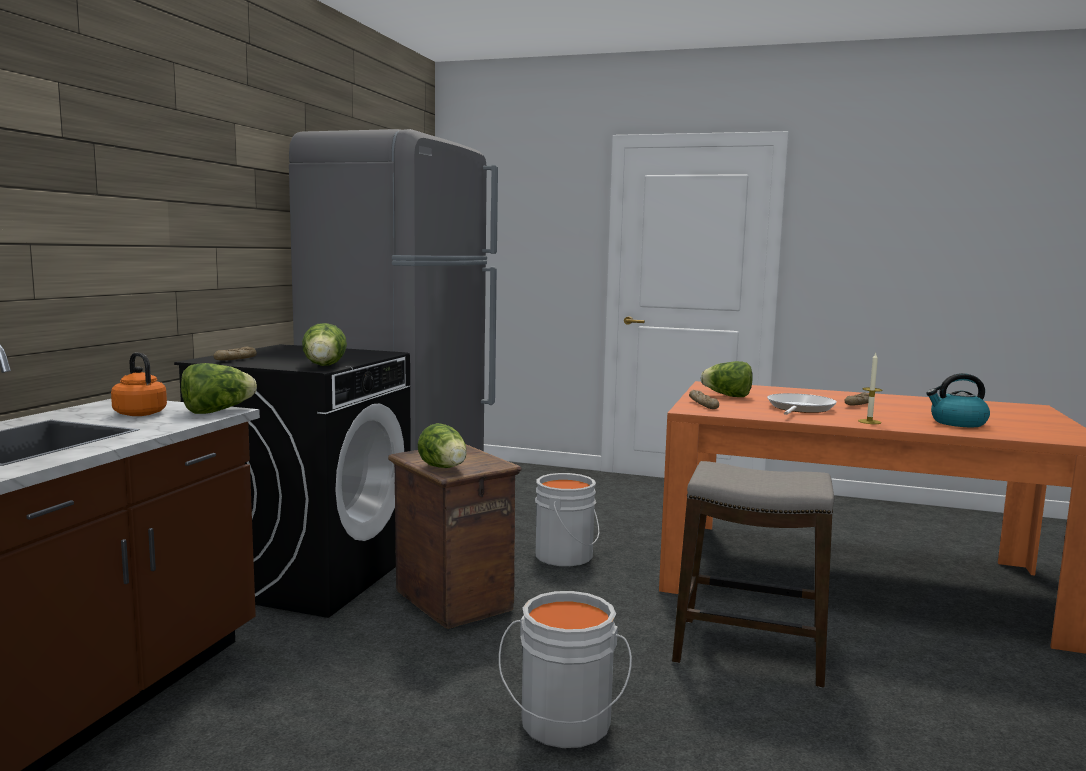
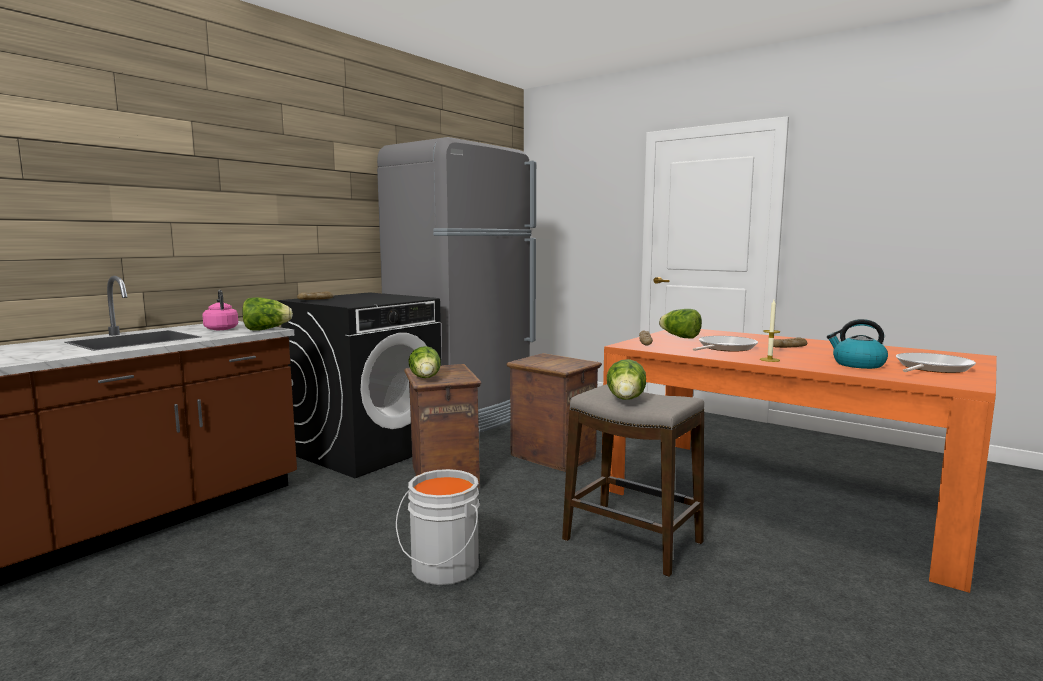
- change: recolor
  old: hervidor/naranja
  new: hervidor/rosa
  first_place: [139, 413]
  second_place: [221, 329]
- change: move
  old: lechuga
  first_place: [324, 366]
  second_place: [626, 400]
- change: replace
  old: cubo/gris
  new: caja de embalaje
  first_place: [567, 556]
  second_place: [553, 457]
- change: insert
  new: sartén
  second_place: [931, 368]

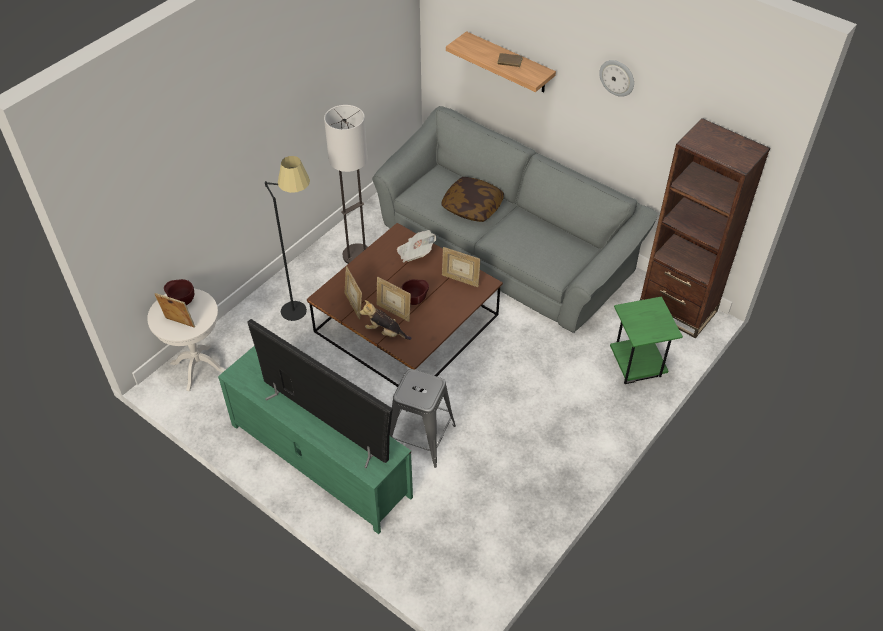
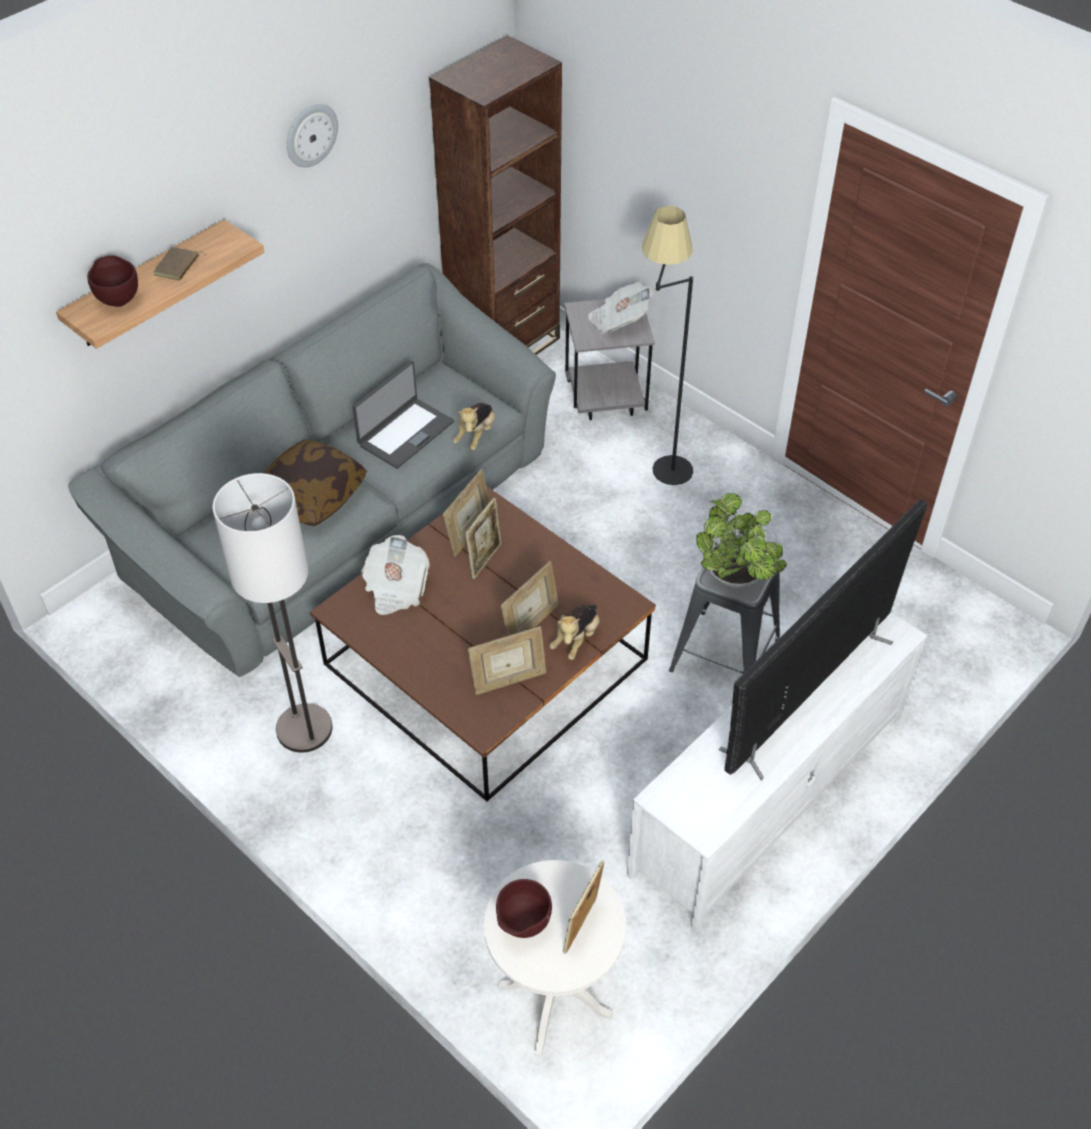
- change: recolor
  old: mueble de televisión/verde
  new: mueble de televisión/blanco
  first_place: [319, 459]
  second_place: [768, 794]
- change: move
  old: lámpara de pie/negro
  first_place: [303, 304]
  second_place: [659, 460]
- change: move
  old: cuenco/marrón
  first_place: [415, 300]
  second_place: [118, 300]
- change: recolor
  old: mesa auxiliar/verde
  new: mesa auxiliar/gris
  first_place: [637, 367]
  second_place: [605, 401]
- change: insert
  new: portátil
  second_place: [405, 433]
- change: insert
  new: peluche
  second_place: [476, 435]
- change: insert
  new: portarretratos
  second_place: [485, 559]
- change: insert
  new: periódico
  second_place: [618, 320]
- change: insert
  new: planta en maceta
  second_place: [736, 580]

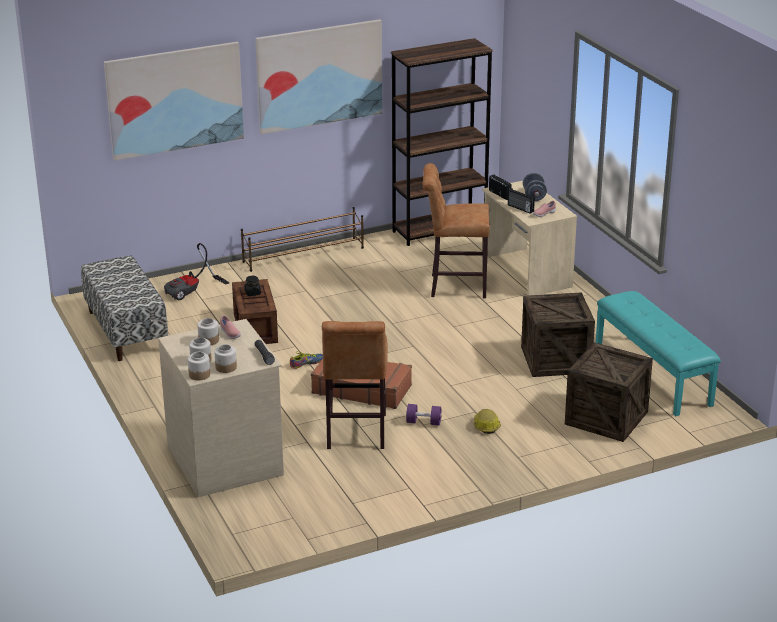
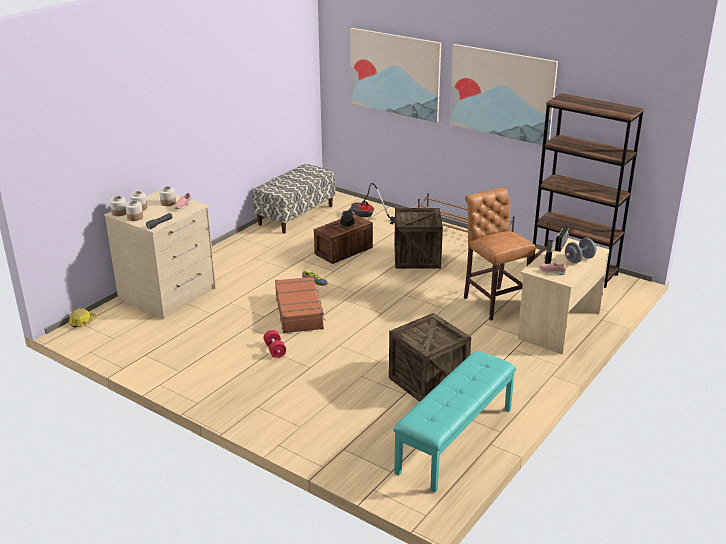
- change: delete
  old: taburete/marrón
  first_place: [356, 434]
- change: recolor
  old: mancuerna/morado
  new: mancuerna/rojo
  first_place: [423, 422]
  second_place: [275, 350]
- change: move
  old: casco
  first_place: [486, 426]
  second_place: [82, 322]
- change: move
  old: caja de embalaje
  first_place: [606, 418]
  second_place: [417, 257]

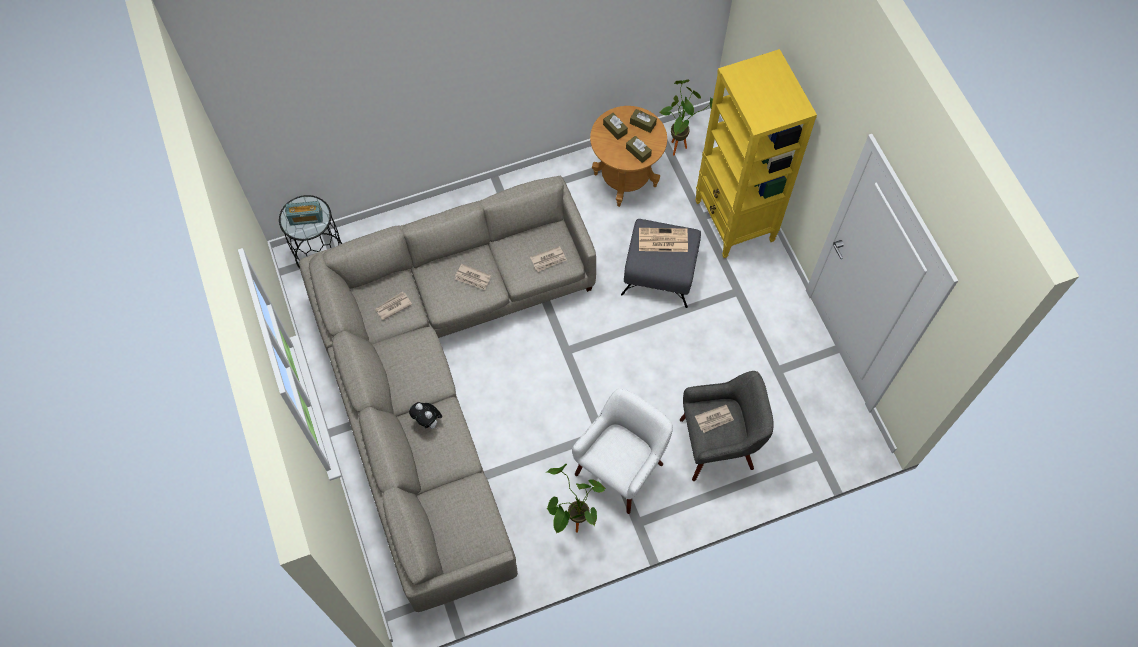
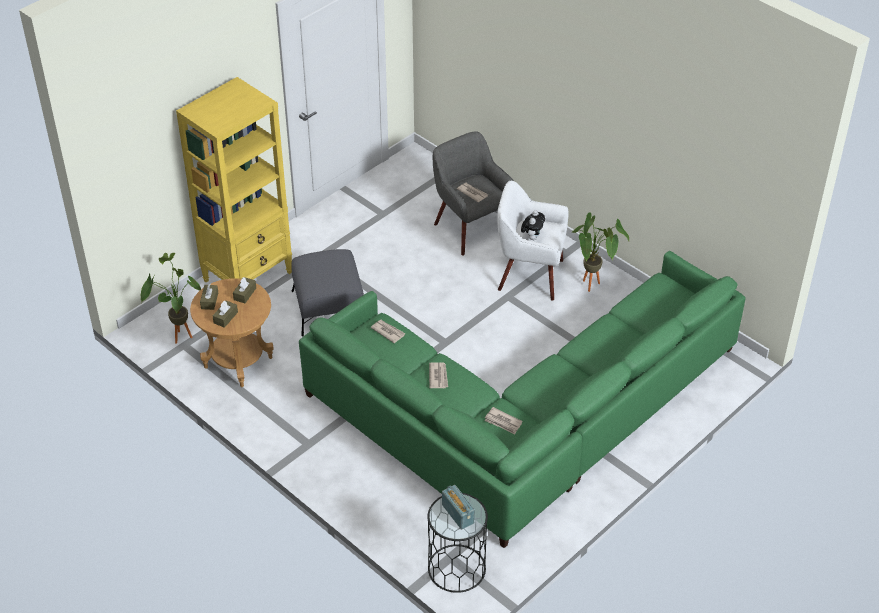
- change: recolor
  old: sofá/gris
  new: sofá/verde
  first_place: [442, 377]
  second_place: [526, 415]
- change: move
  old: peluche
  first_place: [428, 422]
  second_place: [532, 237]
- change: delete
  old: periódico
  first_place: [662, 240]

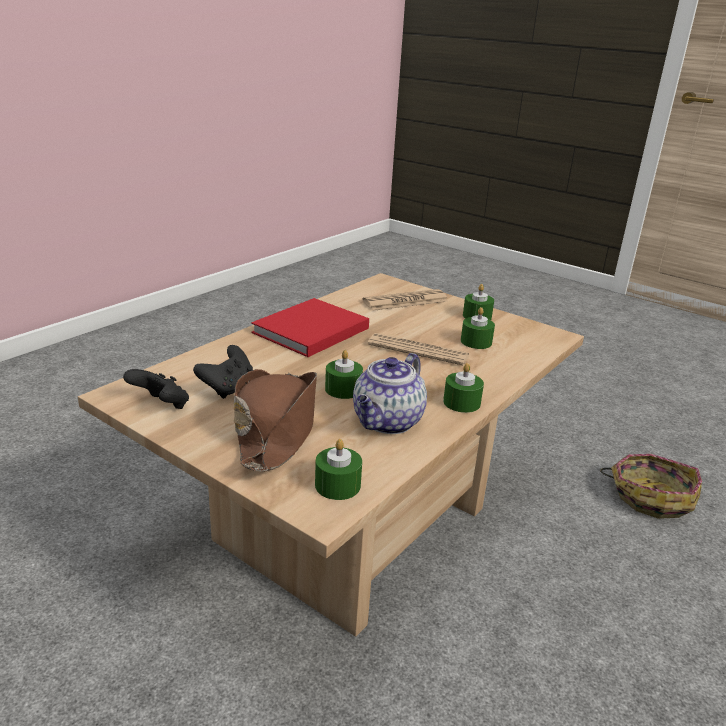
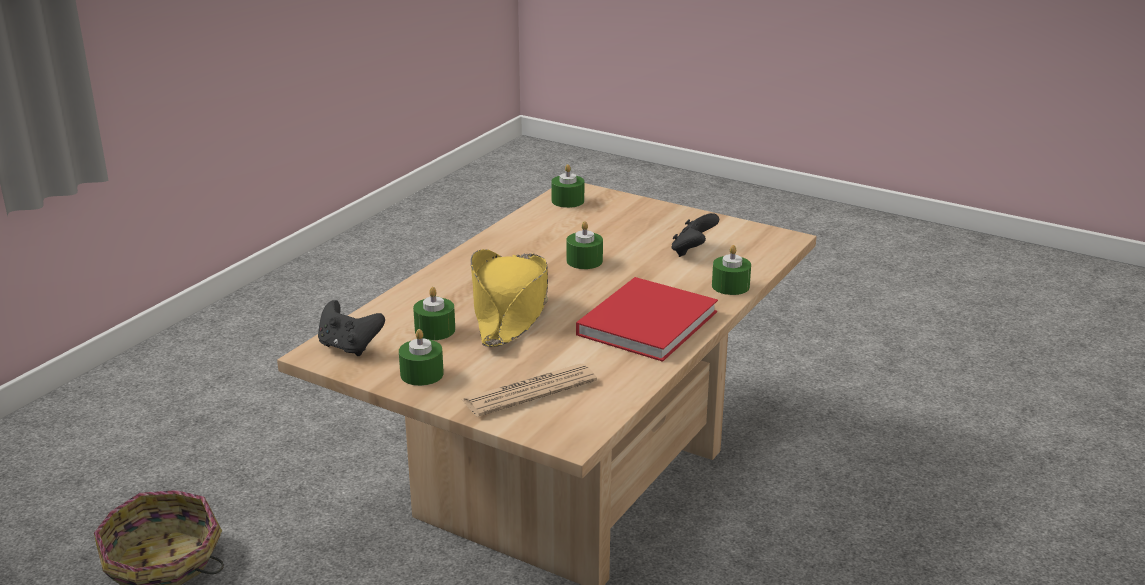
- change: move
  old: mando de consola/negro
  first_place: [161, 406]
  second_place: [349, 347]
- change: delete
  old: sombrero/marrón
  first_place: [276, 429]
- change: delete
  old: tetera
  first_place: [387, 422]
- change: replace
  old: periódico
  new: sombrero/amarillo
  first_place: [418, 350]
  second_place: [510, 310]
- change: move
  old: vela/verde
  first_place: [461, 402]
  second_place: [730, 286]

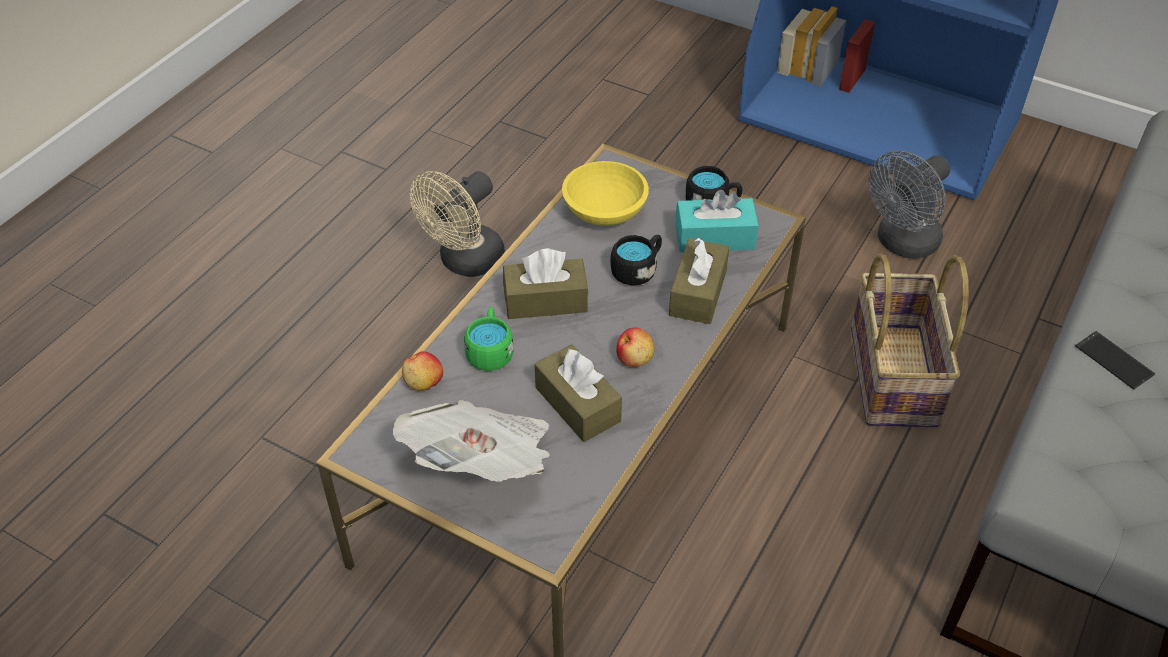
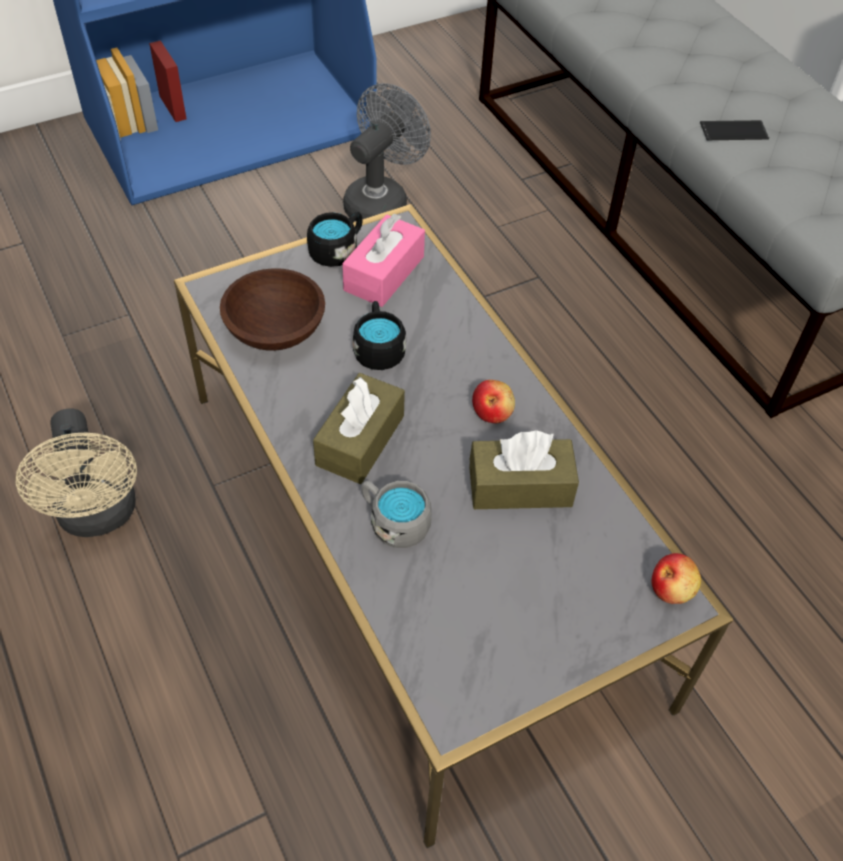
- change: delete
  old: periódico
  first_place: [483, 463]
- change: move
  old: manzana
  first_place: [423, 382]
  second_place: [671, 588]
- change: recolor
  old: taza grande/verde
  new: taza grande/gris
  first_place: [490, 351]
  second_place: [393, 522]
- change: recolor
  old: cuenco/amarillo
  new: cuenco/marrón
  first_place: [605, 211]
  second_place: [275, 328]
- change: delete
  old: caja de pañuelos/marrón
  first_place: [698, 293]
- change: recolor
  old: caja de pañuelos/turquesa
  new: caja de pañuelos/rosa
  first_place: [714, 237]
  second_place: [384, 273]
- change: delete
  old: cesta
  first_place: [895, 376]
- change: rotate
  old: ventilador/gris
  first_place: [902, 244]
  second_place: [381, 200]
  degrees: -135

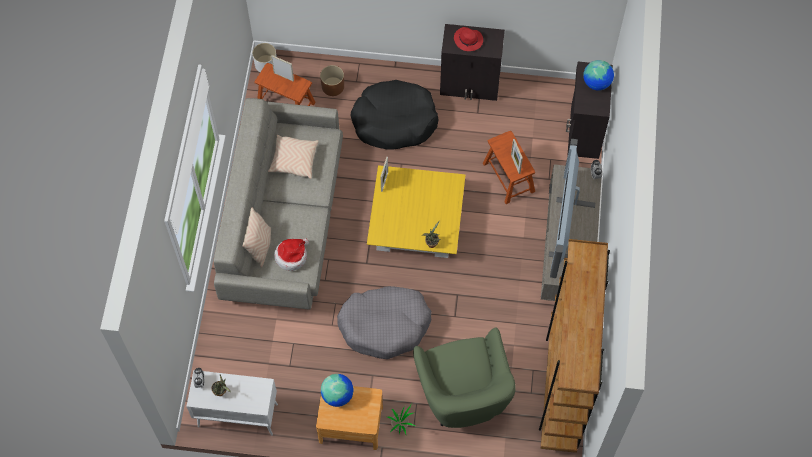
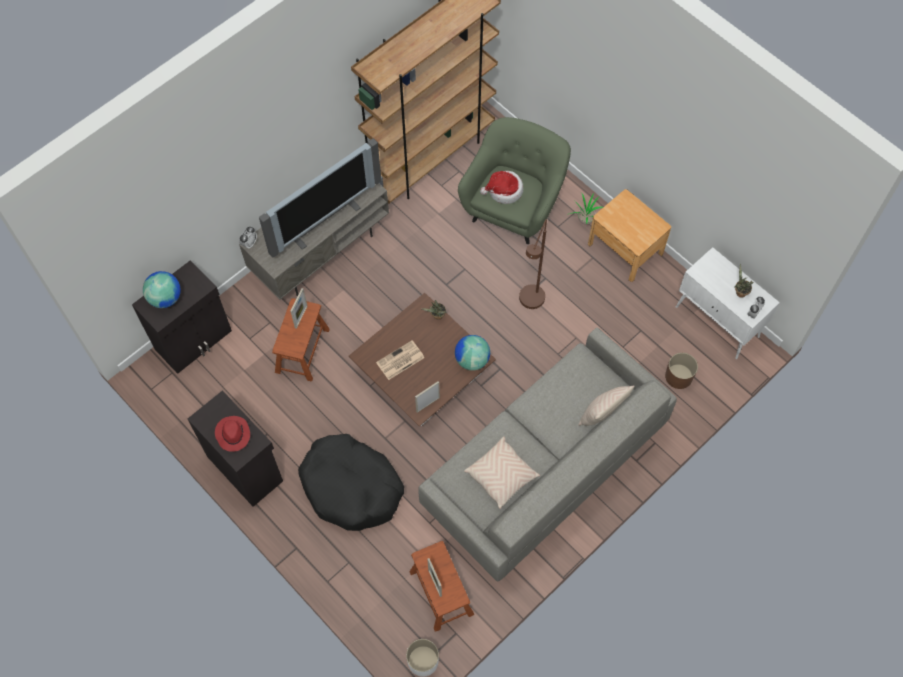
- change: move
  old: sombrero
  first_place: [292, 256]
  second_place: [504, 191]
- change: move
  old: maceta/marrón
  first_place: [332, 86]
  second_place: [679, 376]
- change: move
  old: globo terráqueo
  first_place: [338, 395]
  second_place: [472, 360]
- change: replace
  old: cama para perro/gris
  new: lámpara de pie/marrón
  first_place: [385, 325]
  second_place: [530, 304]
- change: recolor
  old: mesa de centro/amarillo
  new: mesa de centro/marrón
  first_place: [416, 221]
  second_place: [422, 373]
- change: insert
  new: periódico
  second_place: [400, 361]

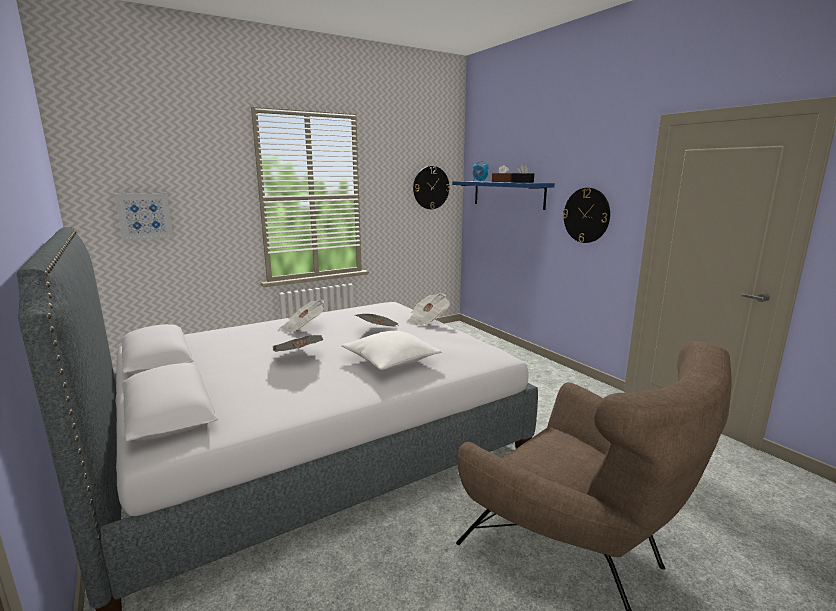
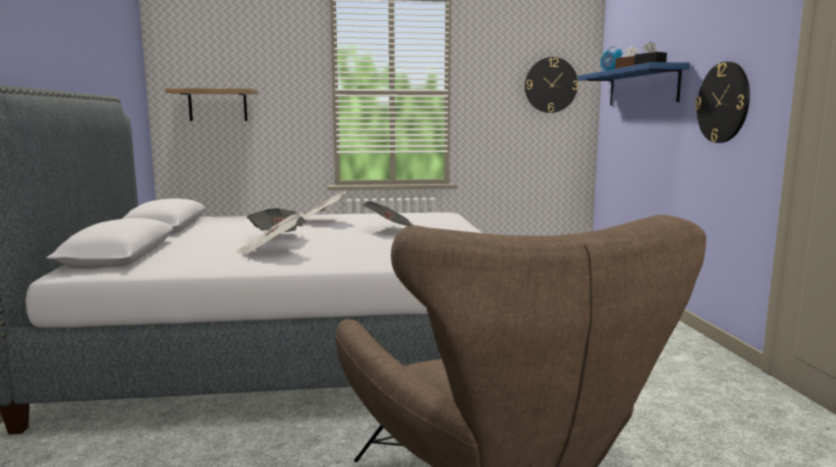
- change: replace
  old: cuadro
  new: estante
  first_place: [145, 216]
  second_place: [218, 105]
- change: delete
  old: cojín/blanco
  first_place: [390, 361]
- change: move
  old: periódico
  first_place: [427, 321]
  second_place: [269, 251]

